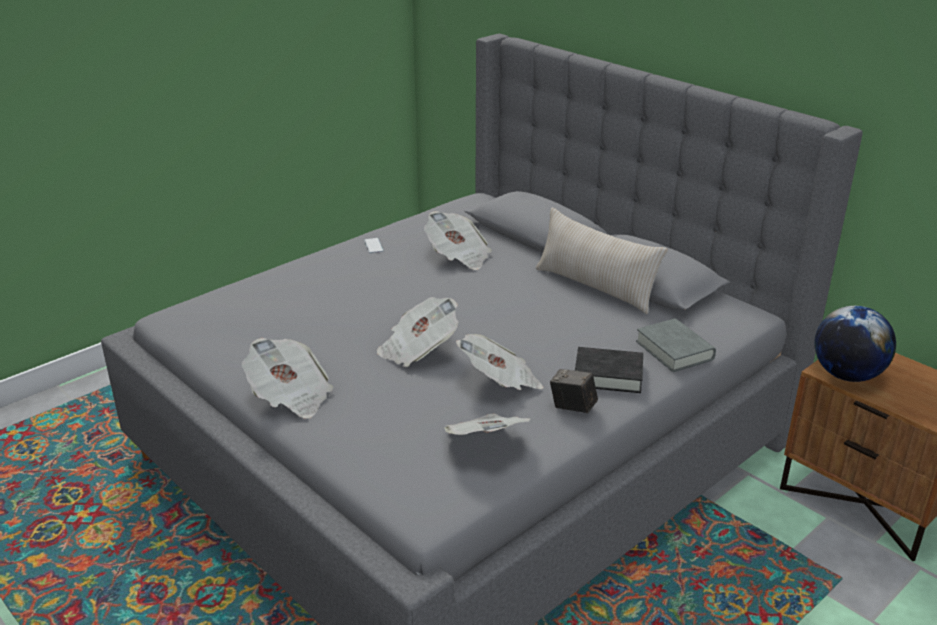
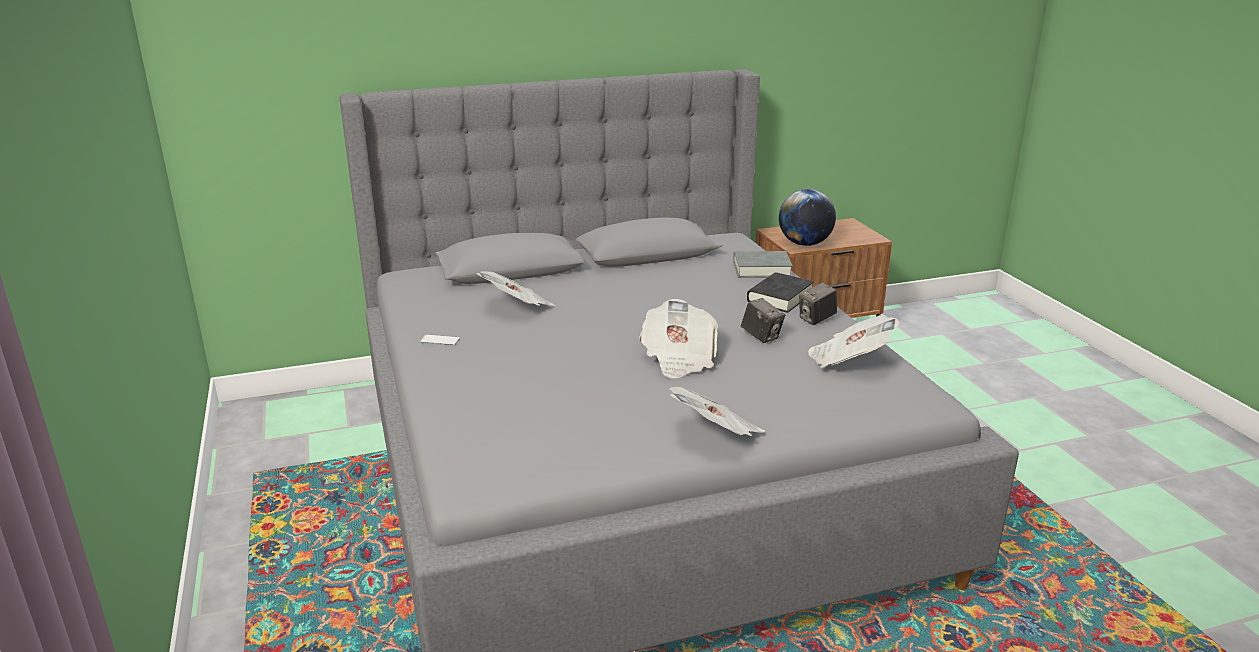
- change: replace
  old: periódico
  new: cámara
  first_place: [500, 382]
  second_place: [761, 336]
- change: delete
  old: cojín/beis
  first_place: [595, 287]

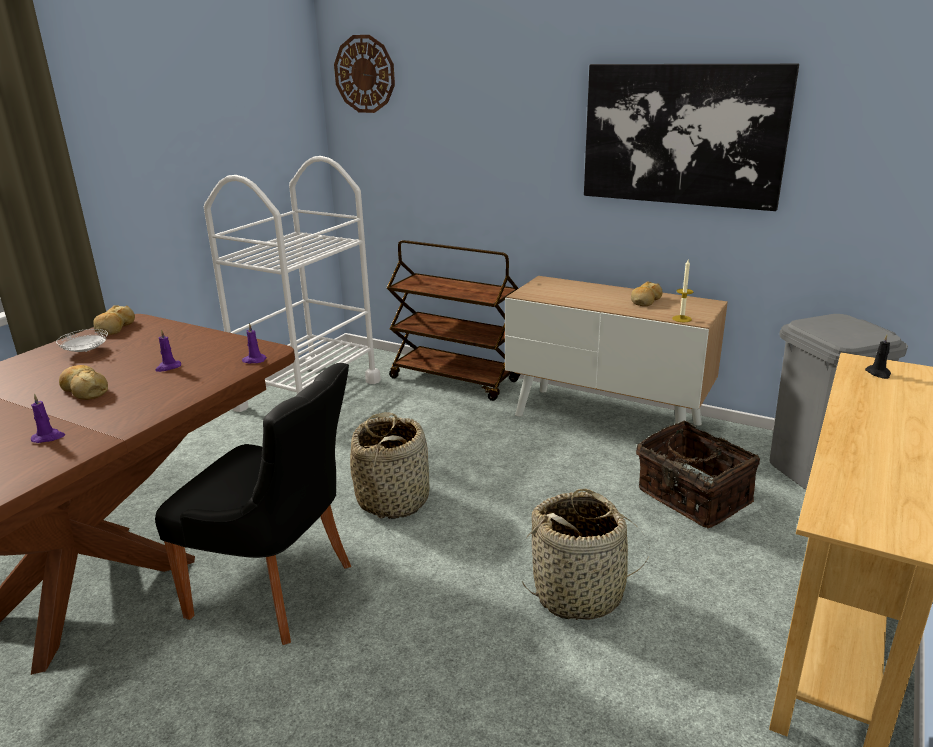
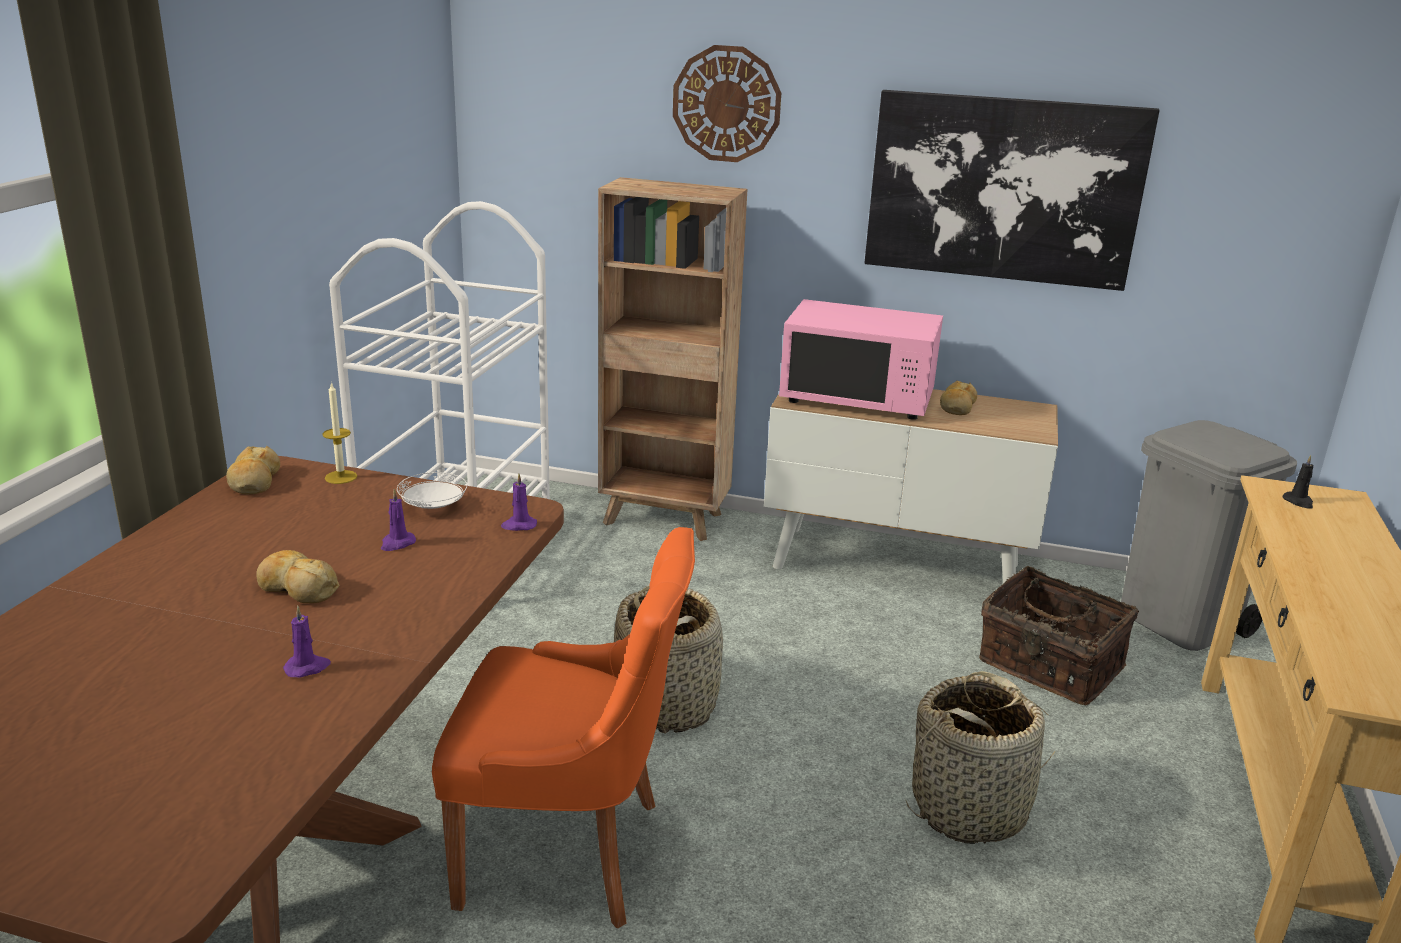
- change: move
  old: plato/blanco
  first_place: [86, 351]
  second_place: [433, 507]
- change: recolor
  old: silla/negro
  new: silla/naranja
  first_place: [278, 590]
  second_place: [569, 853]
- change: move
  old: reloj de pared
  first_place: [364, 74]
  second_place: [726, 104]
- change: replace
  old: carrito/marrón
  new: estantería/marrón
  first_place: [455, 379]
  second_place: [665, 519]
- change: move
  old: vela
  first_place: [681, 319]
  second_place: [341, 477]
- change: insert
  new: microondas/rosa
  second_place: [858, 398]

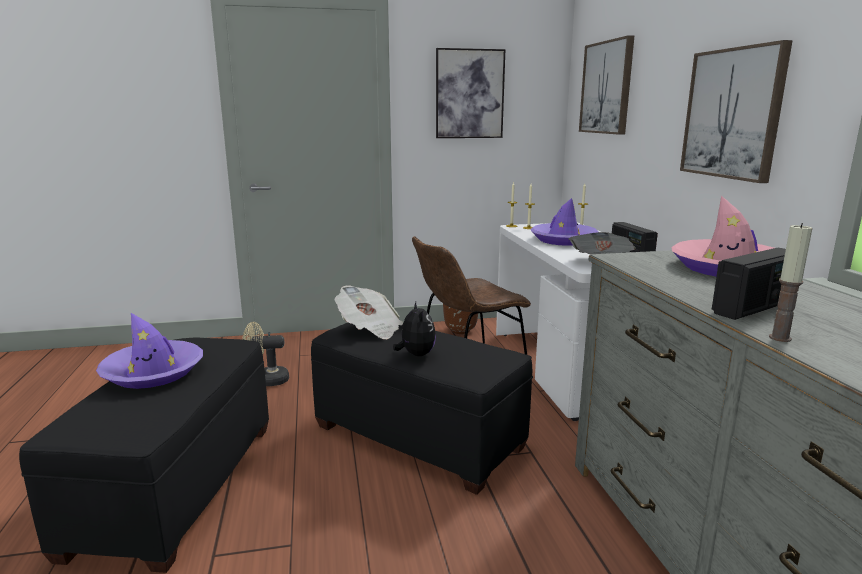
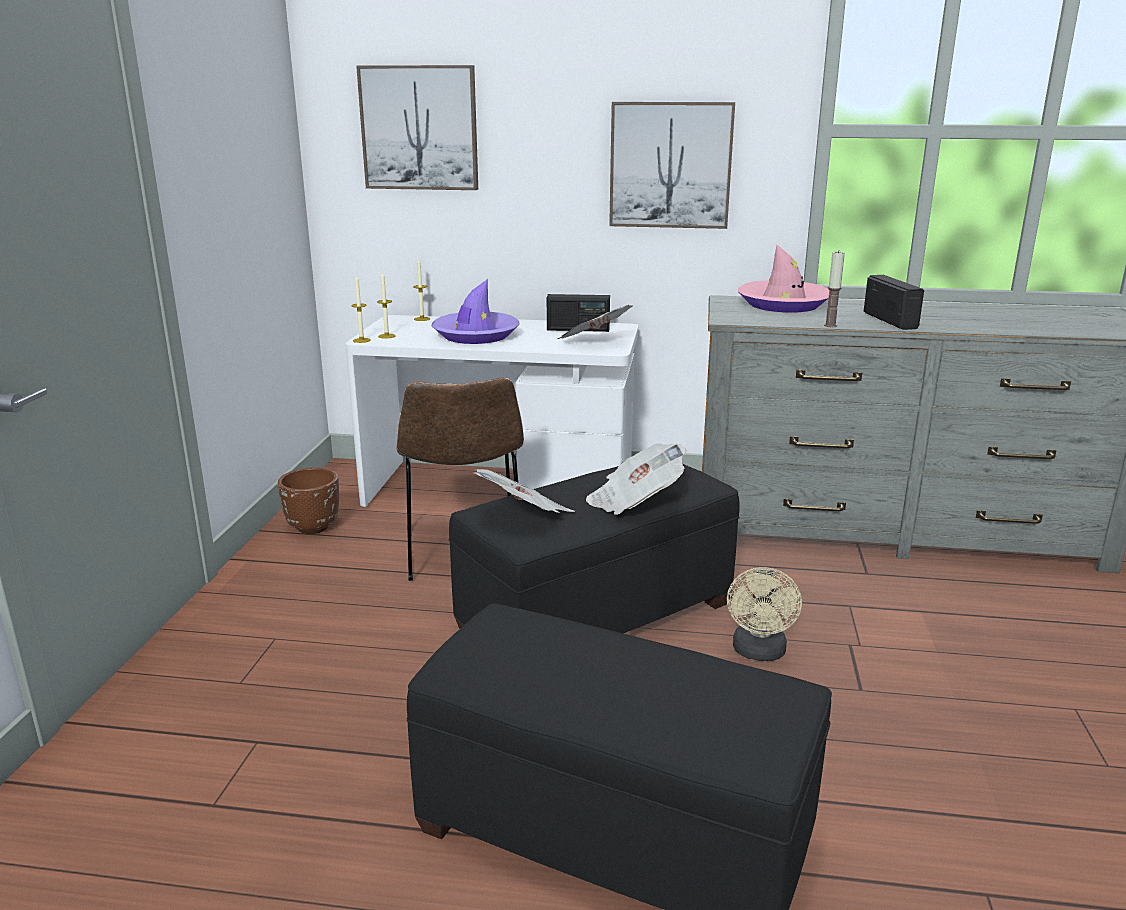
- change: delete
  old: sombrero/morado
  first_place: [153, 372]
- change: move
  old: ventilador/beis
  first_place: [267, 380]
  second_place: [759, 653]
- change: replace
  old: peluche
  new: periódico
  first_place: [415, 354]
  second_place: [635, 502]
- change: delete
  old: cuadro
  first_place: [469, 94]
- change: move
  old: vela
  first_place: [780, 338]
  second_place: [830, 325]

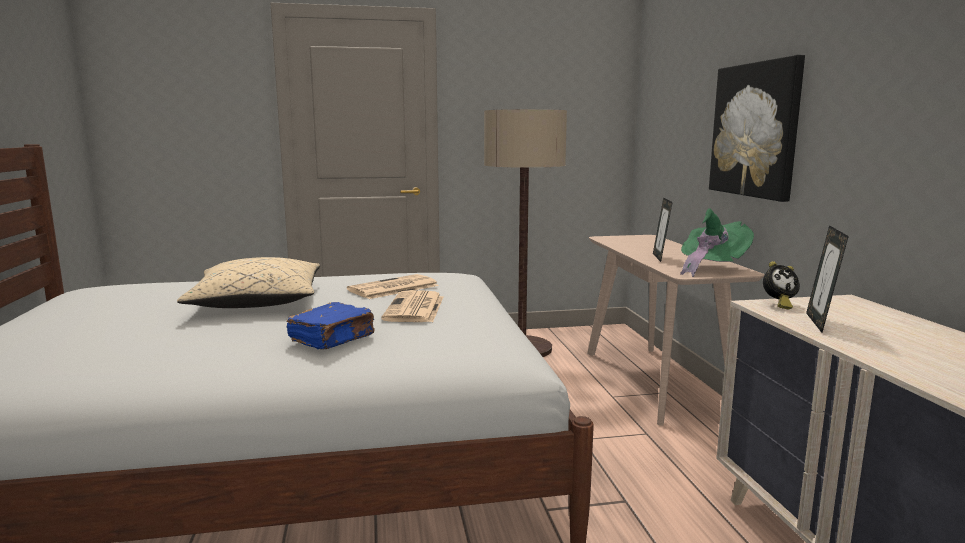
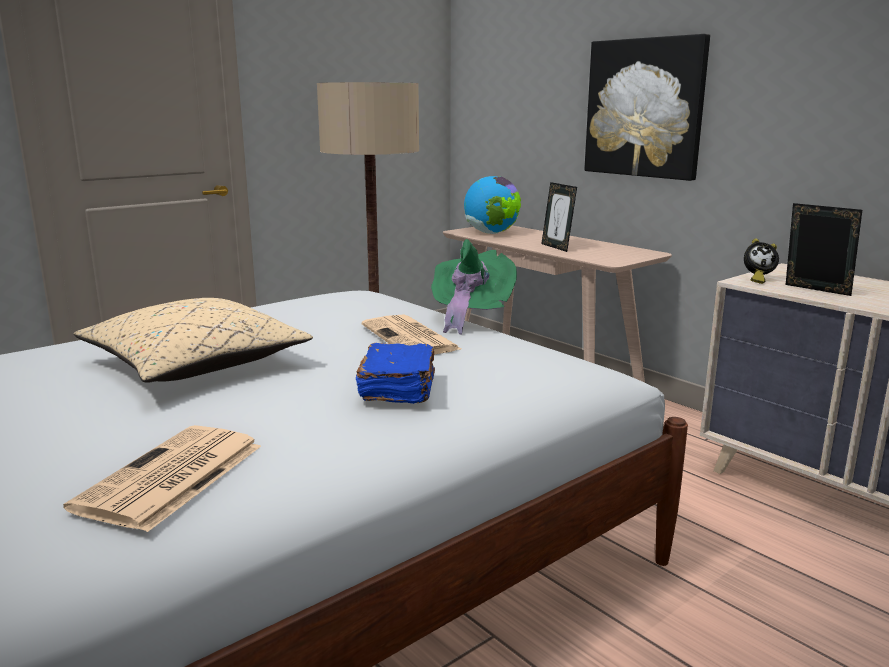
- change: move
  old: periódico
  first_place: [392, 288]
  second_place: [170, 478]
- change: move
  old: sombrero/verde
  first_place: [710, 269]
  second_place: [470, 316]
- change: rotate
  old: despertador
  first_place: [778, 304]
  second_place: [757, 279]
  degrees: 45
- change: rotate
  old: portarretratos
  first_place: [820, 323]
  second_place: [815, 291]
  degrees: 150
- change: insert
  new: globo terráqueo
  second_place: [491, 233]

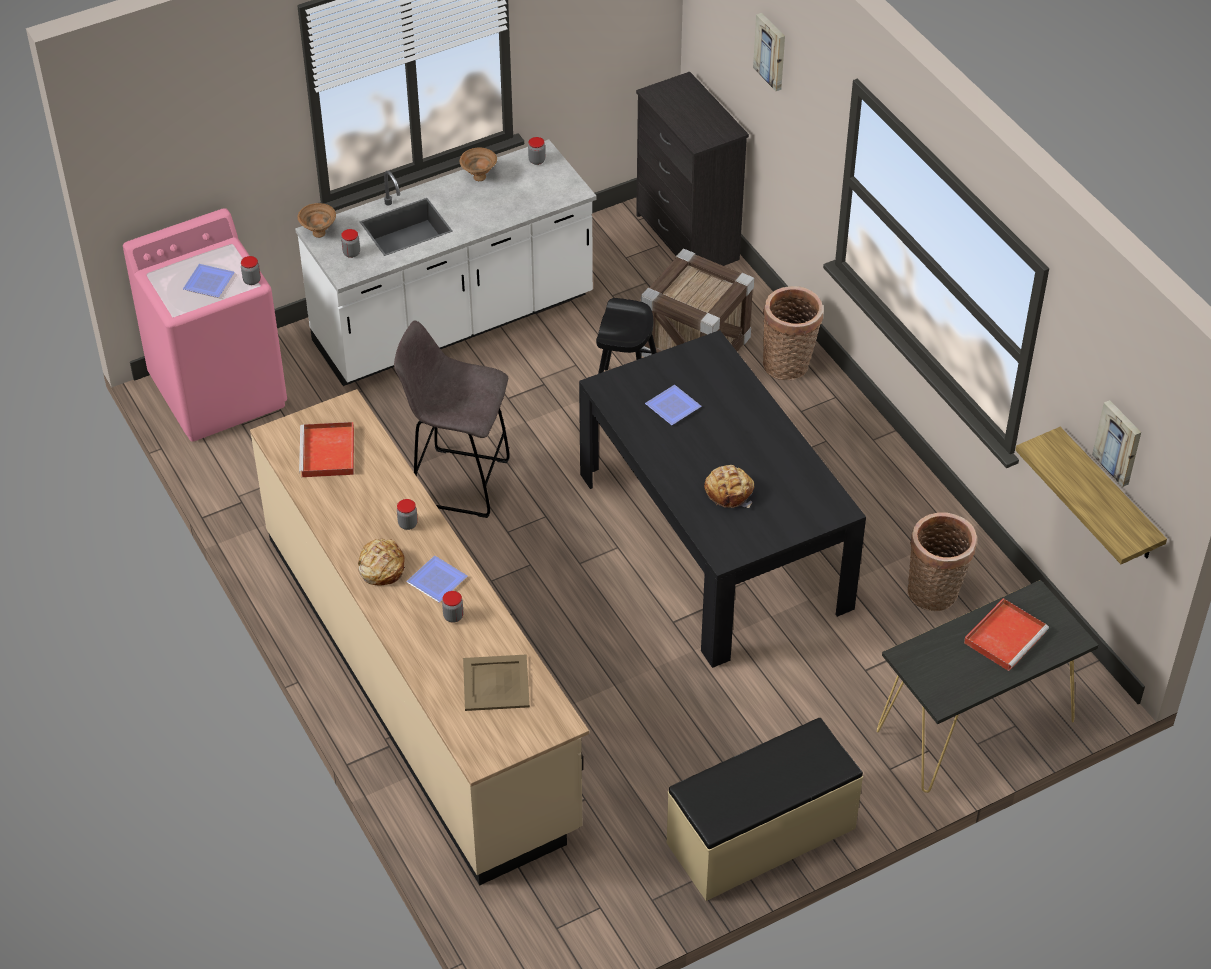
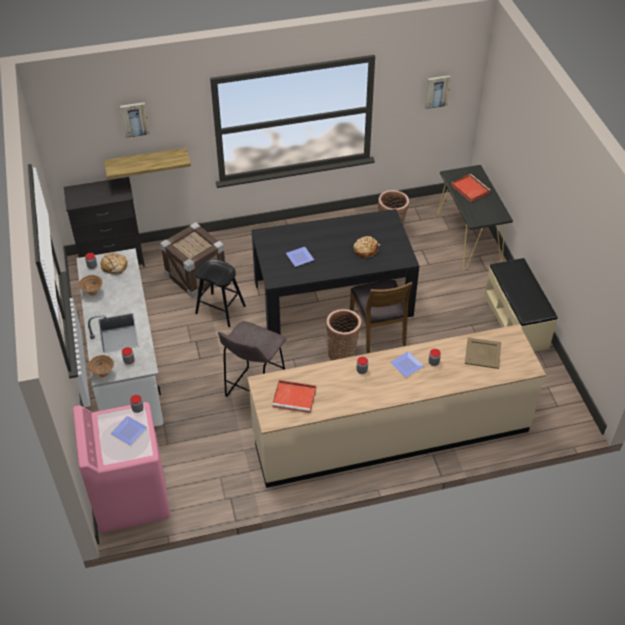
- change: move
  old: pan
  first_place: [381, 567]
  second_place: [114, 267]
- change: move
  old: cesta
  first_place: [789, 365]
  second_place: [342, 353]
- change: move
  old: estante
  first_place: [1108, 497]
  second_place: [146, 162]
- change: insert
  new: silla/marrón
  second_place: [378, 329]

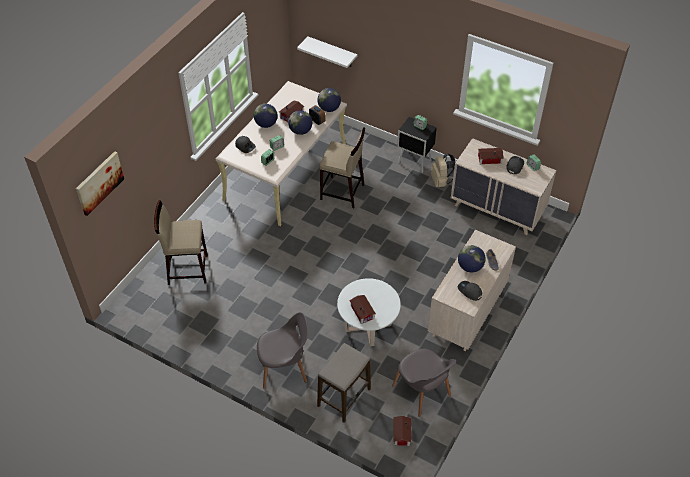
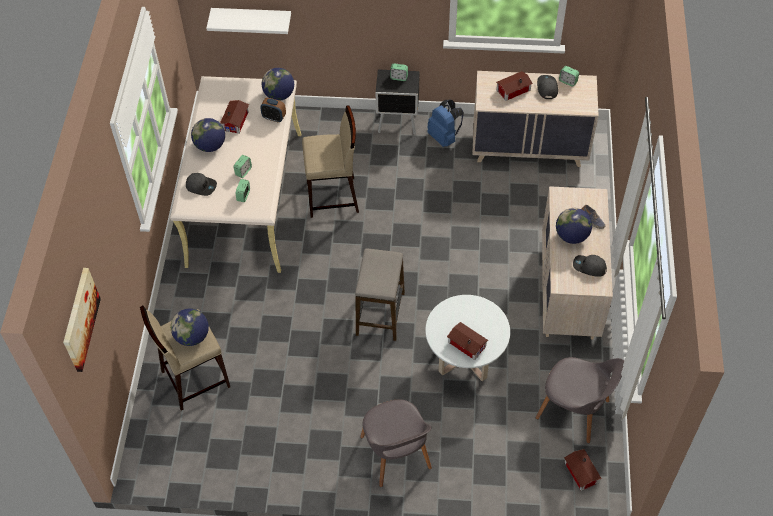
- change: rotate
  old: silla/gris
  first_place: [284, 368]
  second_place: [396, 454]
  degrees: 105
- change: move
  old: globo terráqueo
  first_place: [300, 131]
  second_place: [192, 337]
- change: move
  old: taburete
  first_place: [343, 397]
  second_place: [380, 314]
- change: recolor
  old: mochila/beis
  new: mochila/azul
  first_place: [441, 181]
  second_place: [444, 137]

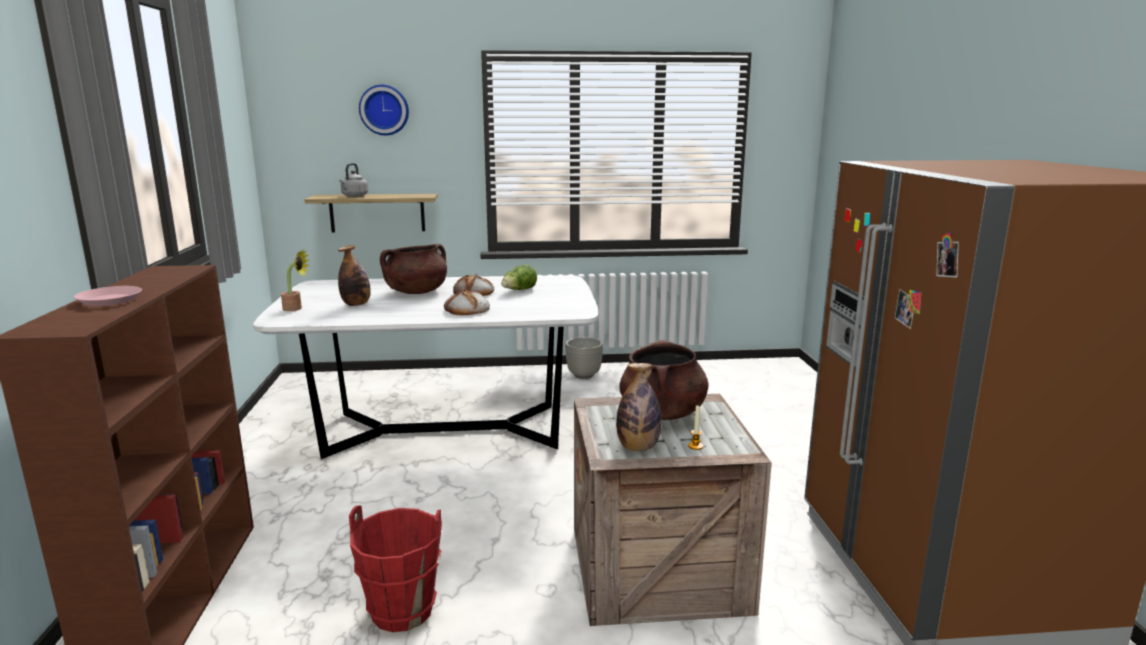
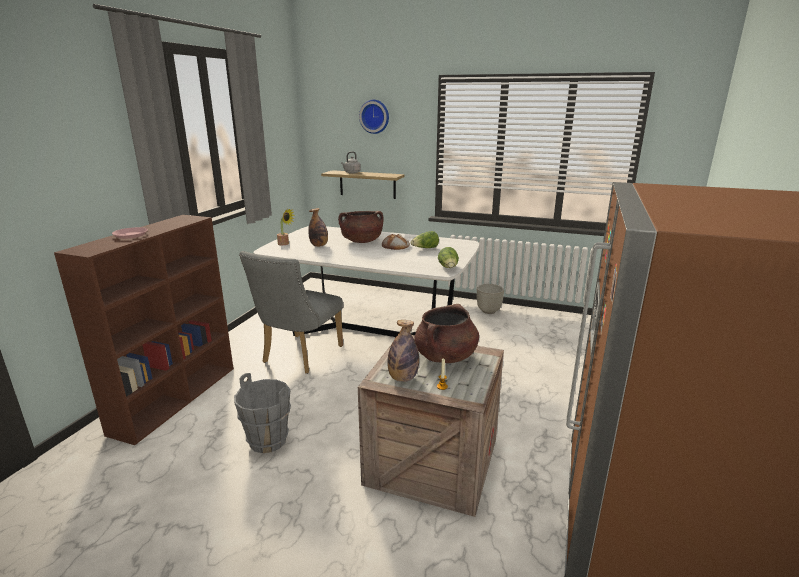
- change: recolor
  old: cubo/rojo
  new: cubo/gris
  first_place: [402, 612]
  second_place: [267, 441]
- change: delete
  old: pan
  first_place: [466, 310]
- change: insert
  new: silla/gris
  second_place: [299, 357]
- change: insert
  new: lechuga
  second_place: [448, 268]

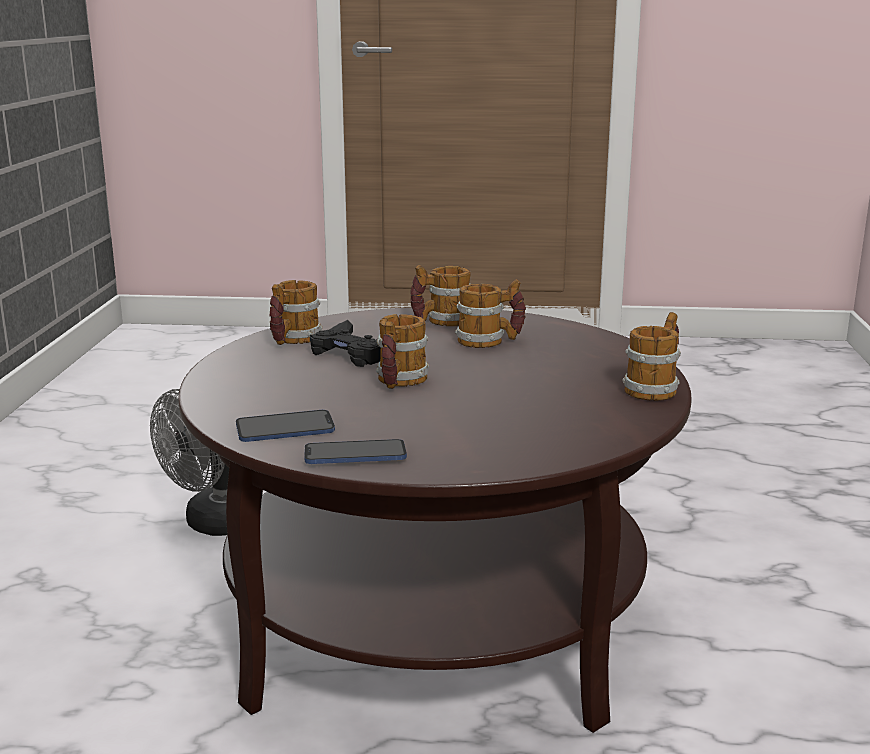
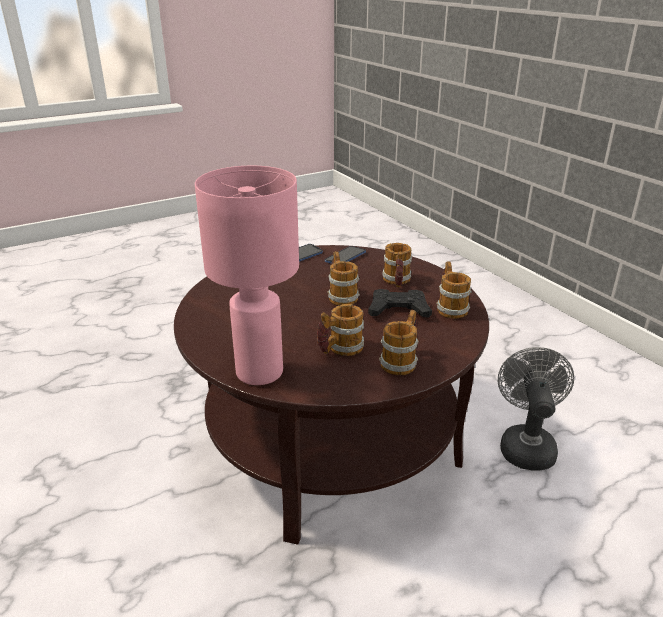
- change: move
  old: taza grande
  first_place: [655, 388]
  second_place: [397, 281]
- change: insert
  new: lámpara de mesa/rosa
  second_place: [259, 373]

